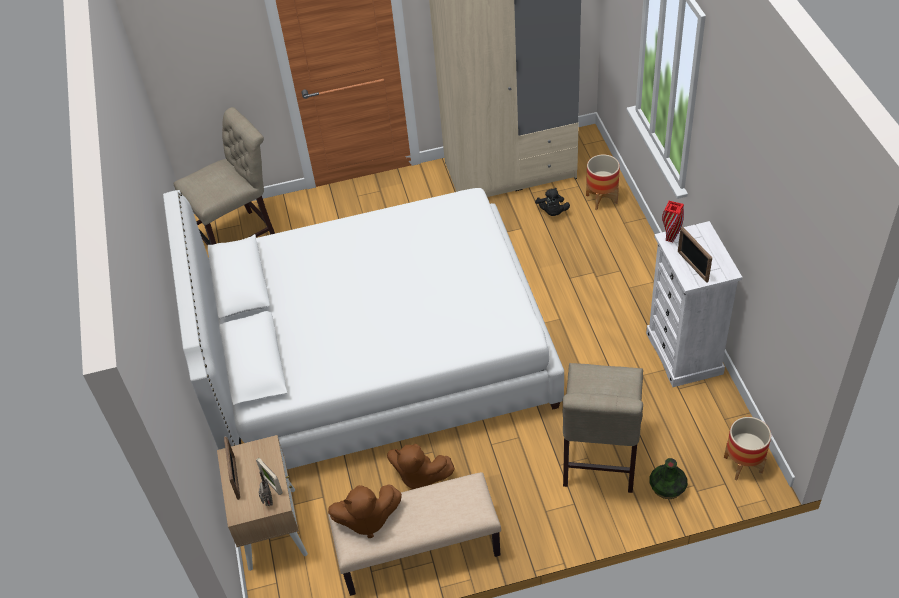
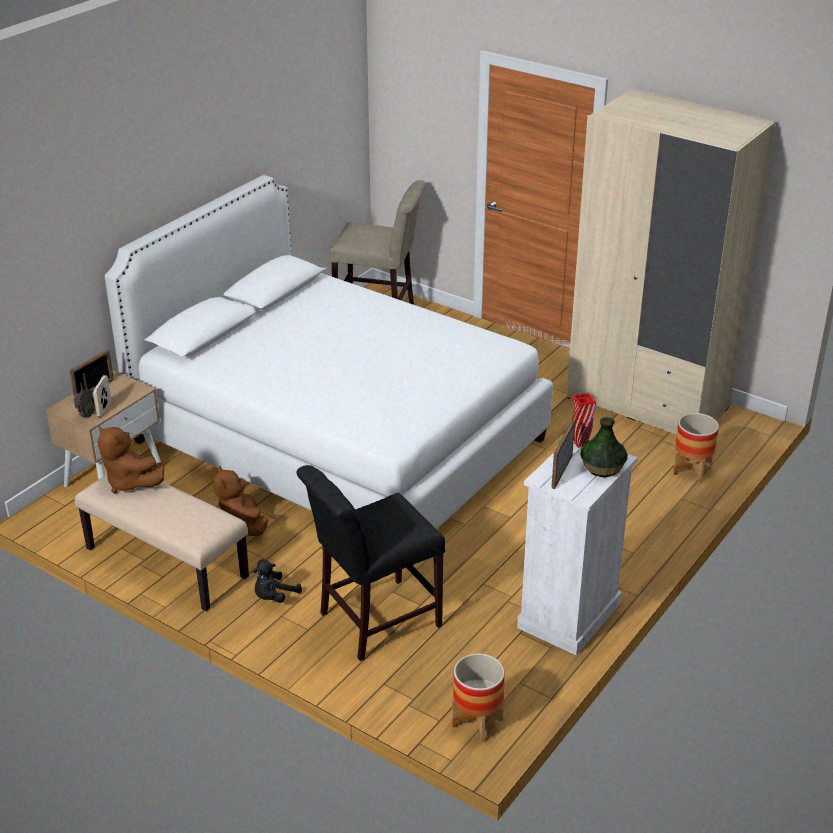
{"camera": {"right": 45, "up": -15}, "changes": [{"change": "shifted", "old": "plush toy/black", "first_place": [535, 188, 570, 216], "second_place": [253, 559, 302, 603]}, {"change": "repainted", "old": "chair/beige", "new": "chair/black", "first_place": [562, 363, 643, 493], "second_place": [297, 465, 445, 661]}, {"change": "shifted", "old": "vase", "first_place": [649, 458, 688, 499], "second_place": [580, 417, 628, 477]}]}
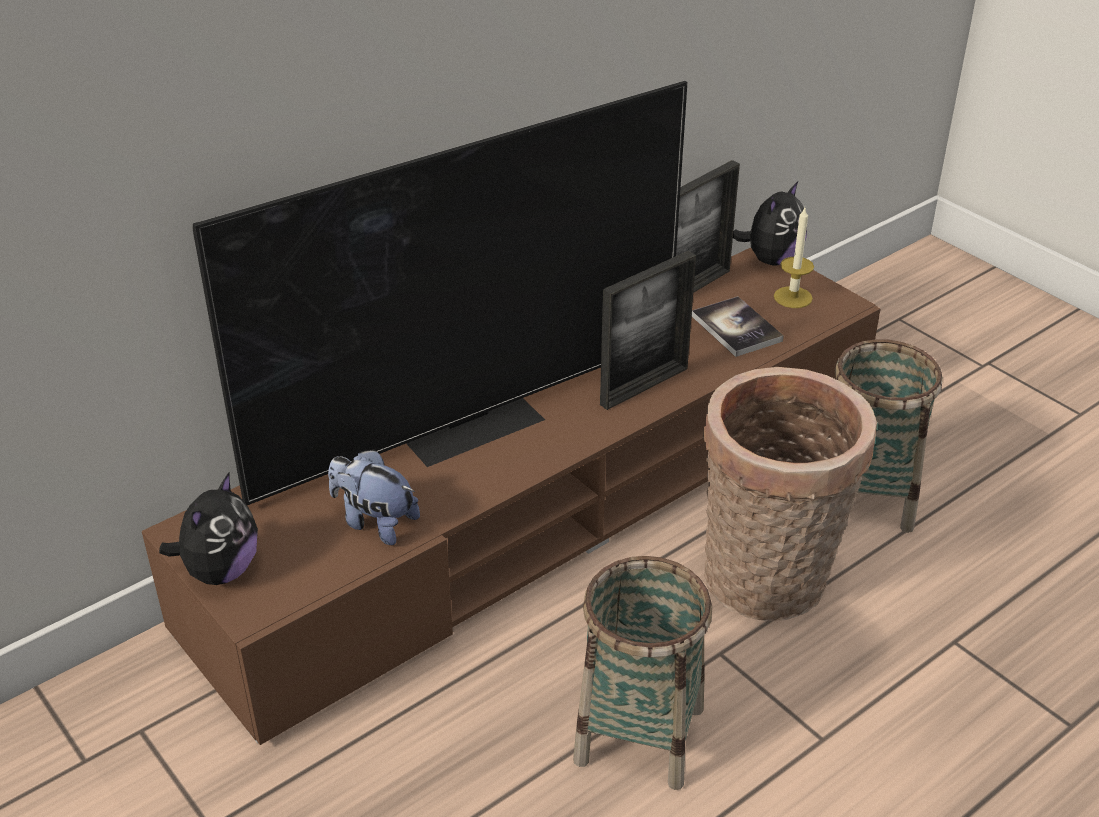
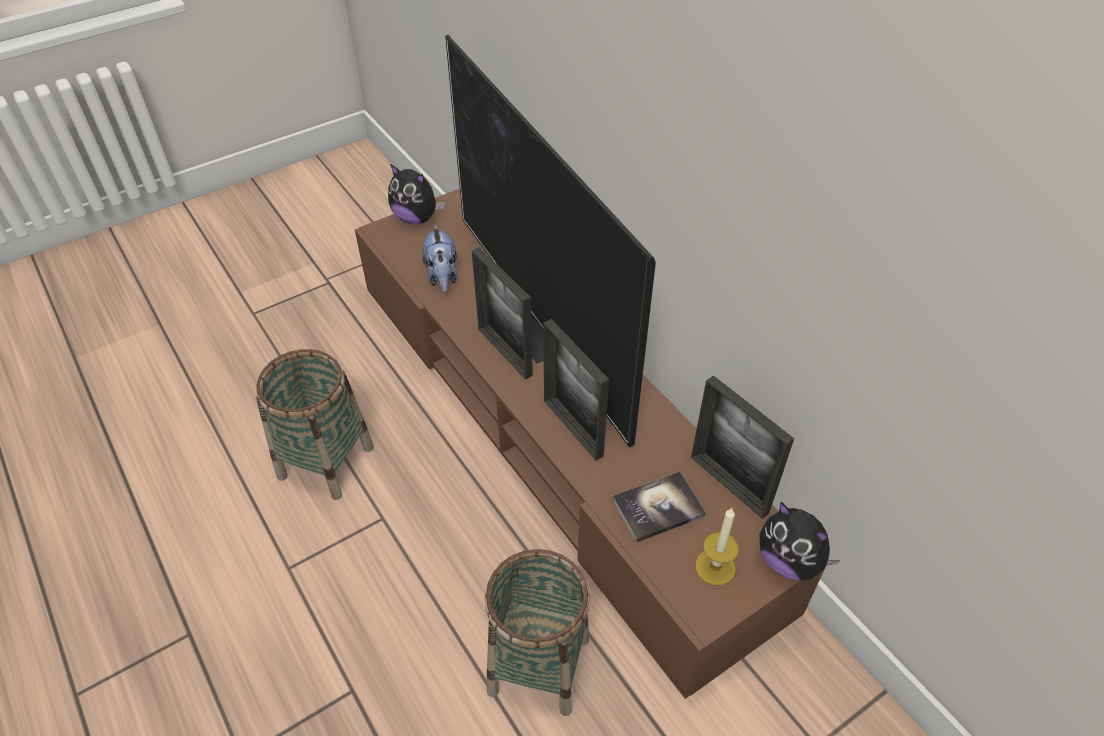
{"camera": {"right": 95, "up": 10}, "changes": [{"change": "rotated", "old": "plush toy", "first_place": [328, 449, 420, 545], "second_place": [422, 225, 457, 292], "degrees": 135}, {"change": "new", "new": "picture frame", "second_place": [472, 247, 533, 380]}, {"change": "gone", "old": "basket", "first_place": [703, 367, 877, 621]}]}
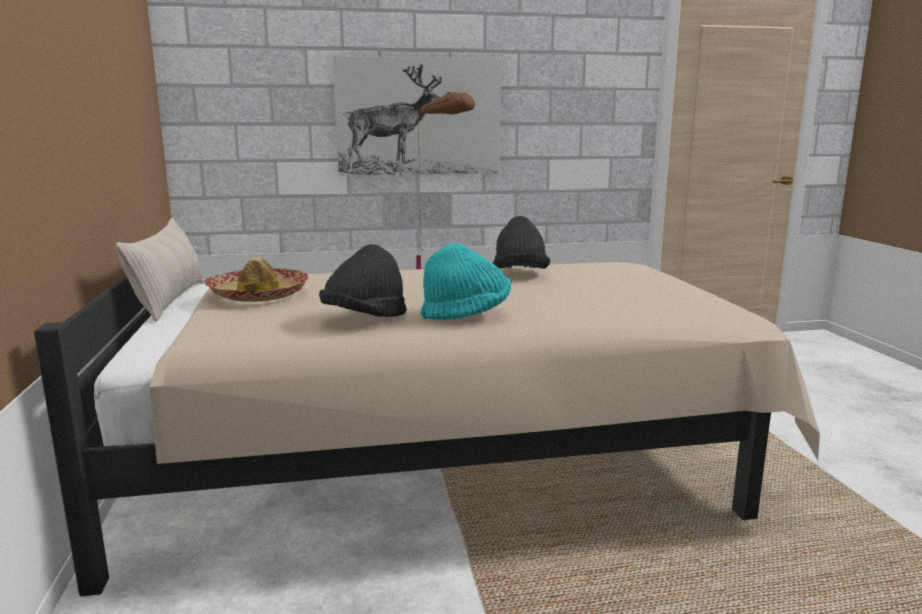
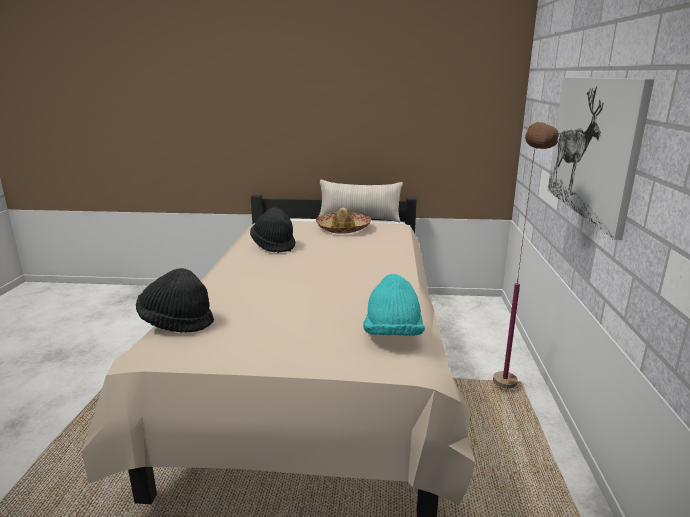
{"camera": {"right": 105, "up": 5}, "changes": [{"change": "shifted", "old": "hat/black", "first_place": [493, 216, 550, 269], "second_place": [136, 268, 214, 333]}, {"change": "shifted", "old": "hat/turquoise", "first_place": [420, 243, 511, 320], "second_place": [363, 274, 425, 336]}]}
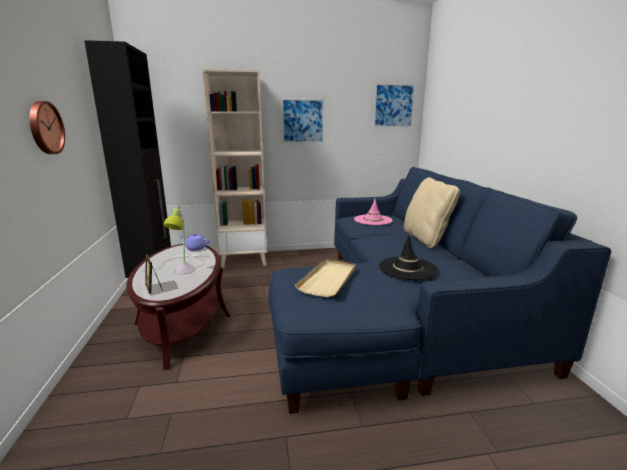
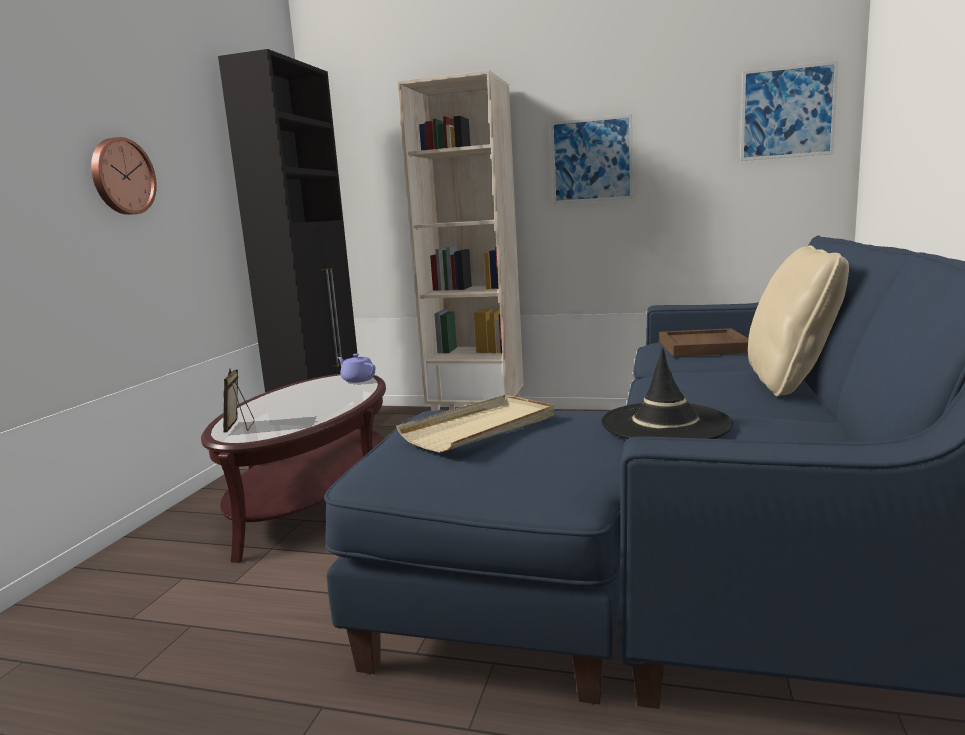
{"camera": {"right": 25, "up": -5}, "changes": [{"change": "swapped", "old": "hat/pink", "new": "tray/brown", "first_place": [354, 198, 393, 225], "second_place": [659, 328, 748, 357]}, {"change": "gone", "old": "table lamp", "first_place": [154, 205, 209, 274]}]}
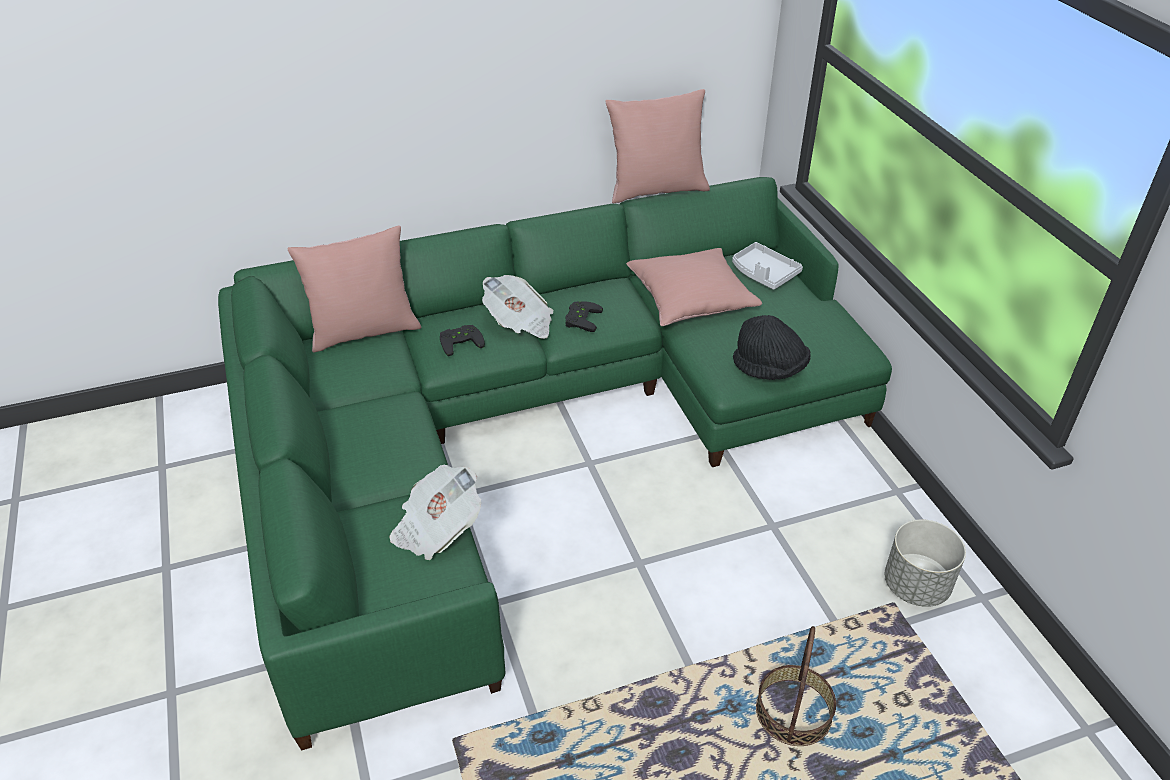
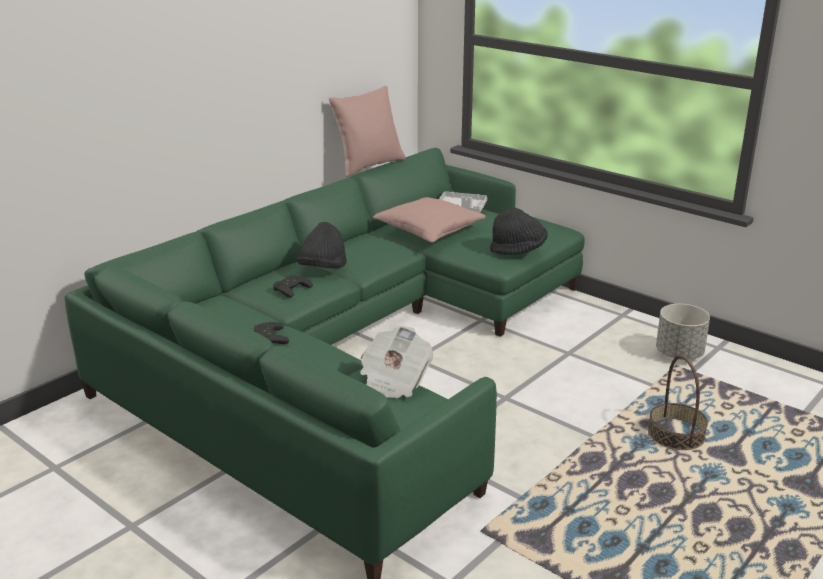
{"camera": {"right": -30, "up": -15}, "changes": [{"change": "shifted", "old": "game controller/black", "first_place": [565, 301, 603, 332], "second_place": [254, 322, 289, 344]}, {"change": "swapped", "old": "newspaper", "new": "hat/black", "first_place": [482, 275, 553, 339], "second_place": [297, 222, 347, 268]}, {"change": "gone", "old": "pillow/pink", "first_place": [287, 225, 421, 353]}]}
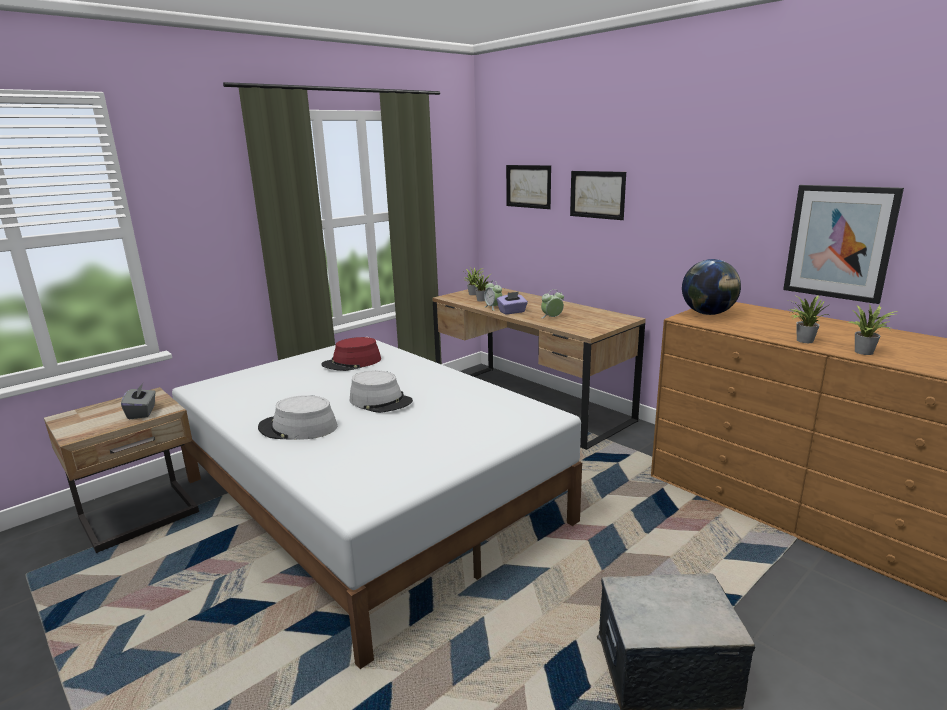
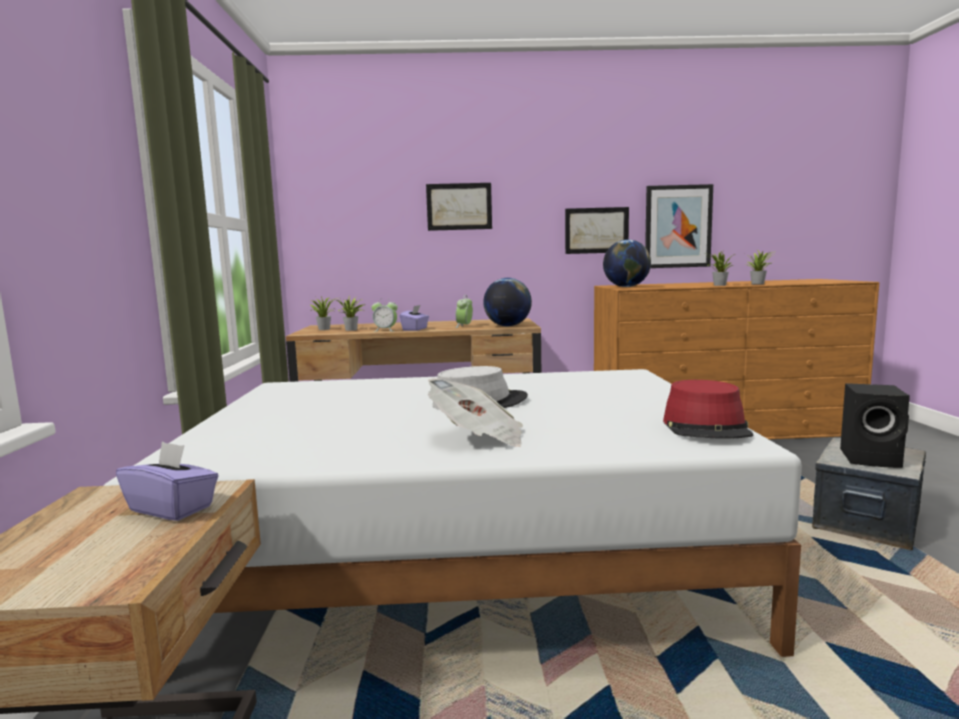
{"camera": {"right": -50, "up": -10}, "changes": [{"change": "repainted", "old": "tissue box/grey", "new": "tissue box/purple", "first_place": [121, 383, 156, 419], "second_place": [116, 441, 219, 521]}, {"change": "swapped", "old": "hat/grey", "new": "newspaper", "first_place": [258, 395, 337, 440], "second_place": [428, 378, 523, 447]}, {"change": "new", "new": "globe", "second_place": [483, 278, 532, 326]}, {"change": "shifted", "old": "picture", "first_place": [506, 165, 551, 209], "second_place": [565, 207, 629, 254]}, {"change": "shifted", "old": "hat/red", "first_place": [321, 337, 381, 371], "second_place": [663, 380, 753, 439]}, {"change": "new", "new": "speaker/black", "second_place": [840, 383, 910, 468]}]}
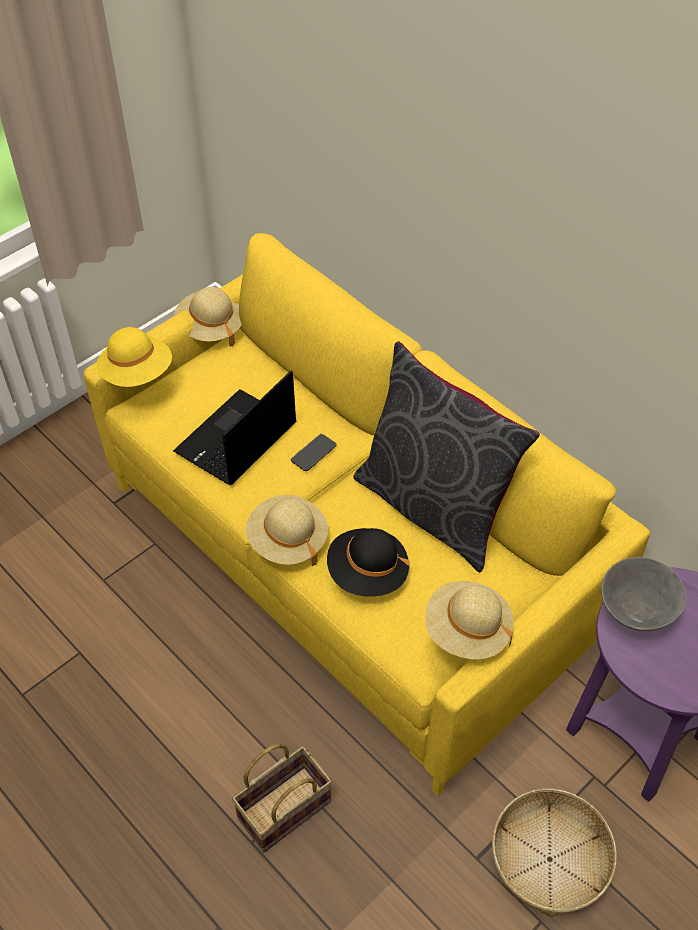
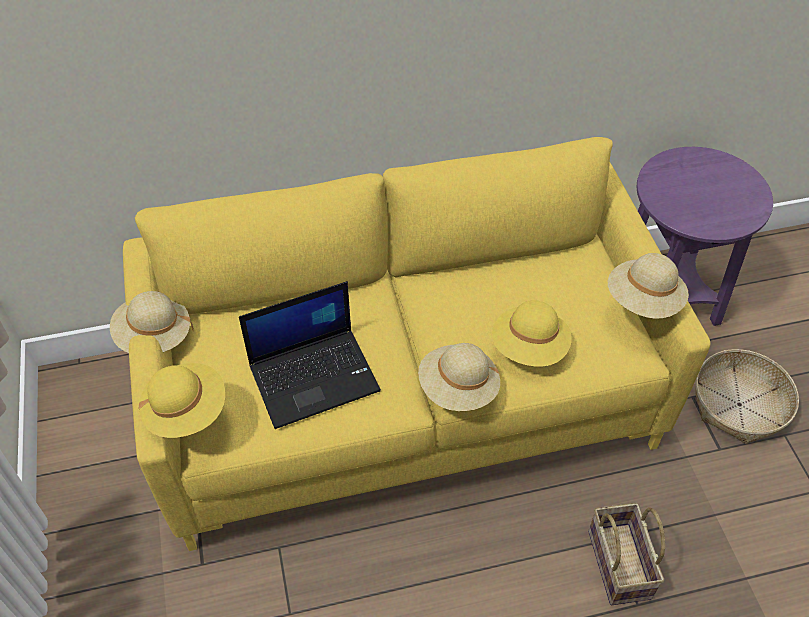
{"camera": {"right": -60, "up": 0}, "changes": [{"change": "rotated", "old": "laptop", "first_place": [173, 370, 296, 485], "second_place": [239, 281, 381, 429], "degrees": -90}, {"change": "repainted", "old": "hat/black", "new": "hat/yellow", "first_place": [327, 528, 409, 597], "second_place": [492, 300, 572, 367]}, {"change": "gone", "old": "phone", "first_place": [291, 434, 337, 471]}, {"change": "gone", "old": "pillow/grey", "first_place": [353, 341, 540, 572]}, {"change": "gone", "old": "bowl/grey", "first_place": [601, 557, 687, 631]}]}
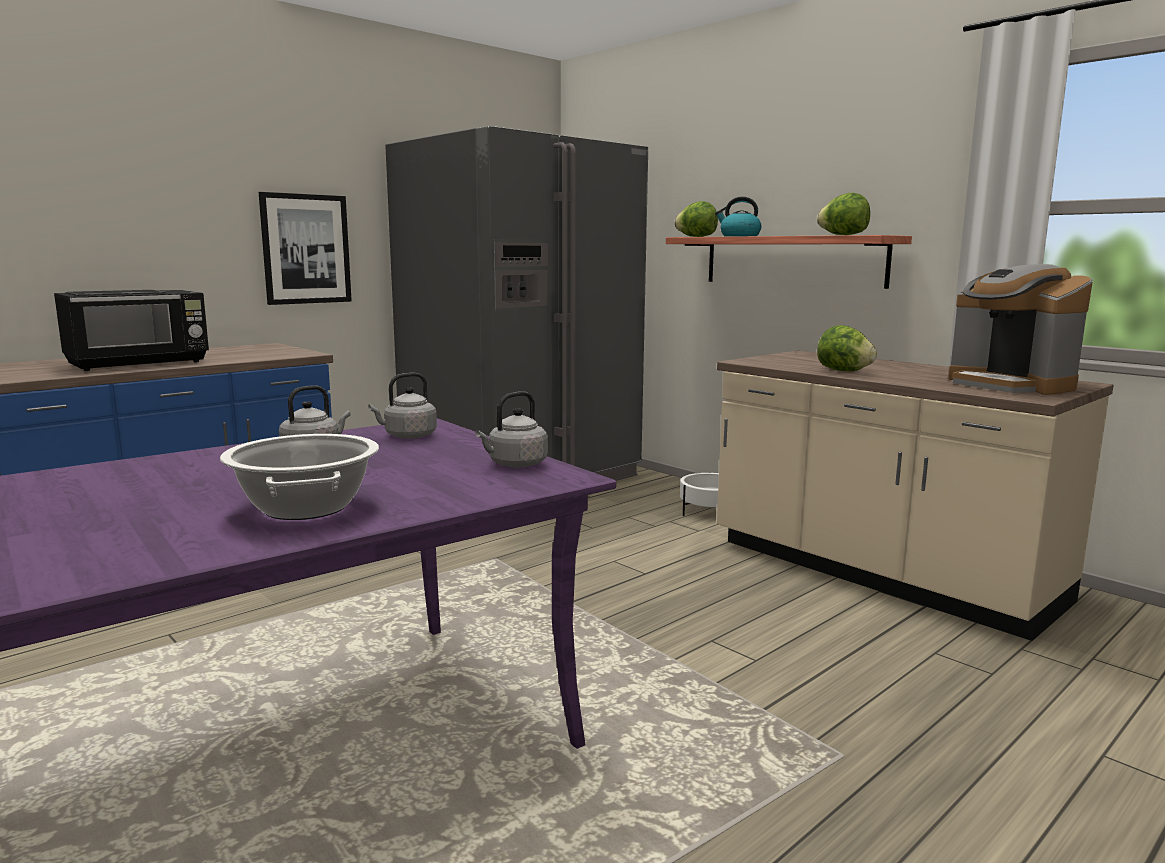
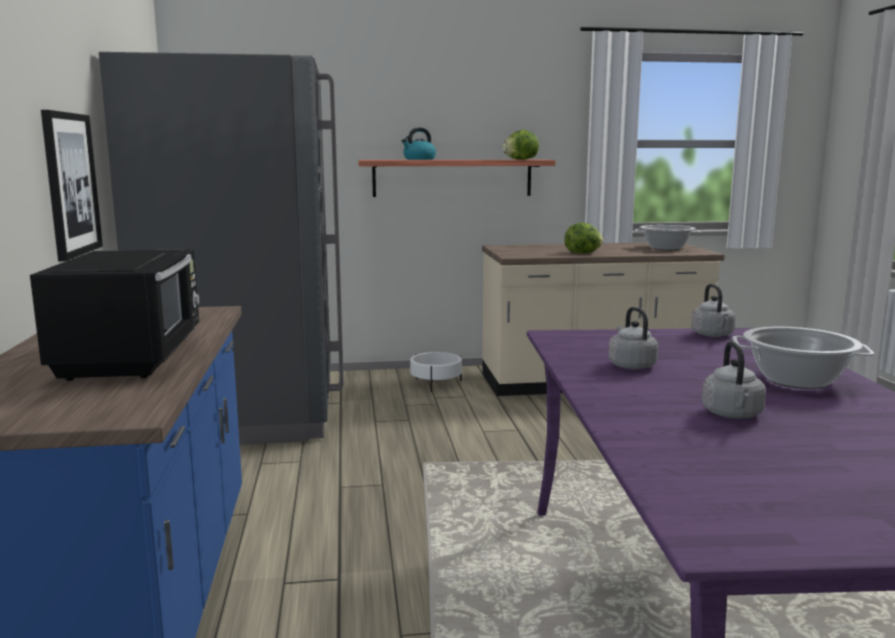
{"camera": {"right": -55, "up": 0}, "changes": [{"change": "swapped", "old": "coffee machine", "new": "cooking pot", "first_place": [948, 264, 1093, 395], "second_place": [635, 225, 701, 250]}, {"change": "shifted", "old": "kettle/grey", "first_place": [368, 373, 437, 439], "second_place": [702, 341, 766, 419]}, {"change": "gone", "old": "lettuce", "first_place": [674, 201, 718, 237]}]}
